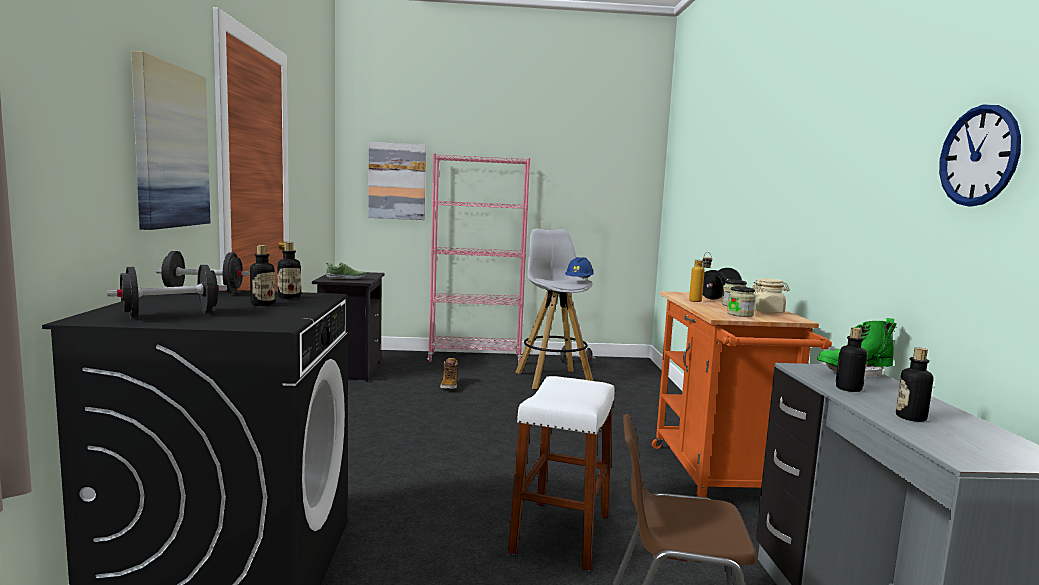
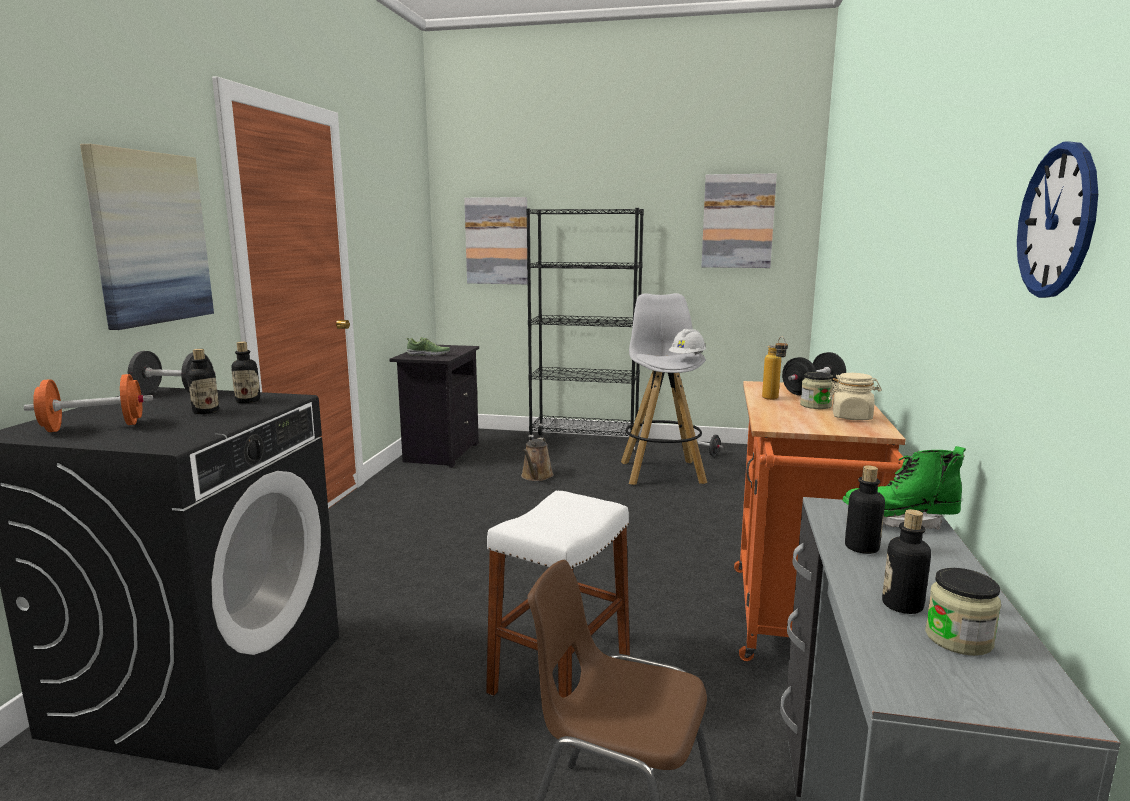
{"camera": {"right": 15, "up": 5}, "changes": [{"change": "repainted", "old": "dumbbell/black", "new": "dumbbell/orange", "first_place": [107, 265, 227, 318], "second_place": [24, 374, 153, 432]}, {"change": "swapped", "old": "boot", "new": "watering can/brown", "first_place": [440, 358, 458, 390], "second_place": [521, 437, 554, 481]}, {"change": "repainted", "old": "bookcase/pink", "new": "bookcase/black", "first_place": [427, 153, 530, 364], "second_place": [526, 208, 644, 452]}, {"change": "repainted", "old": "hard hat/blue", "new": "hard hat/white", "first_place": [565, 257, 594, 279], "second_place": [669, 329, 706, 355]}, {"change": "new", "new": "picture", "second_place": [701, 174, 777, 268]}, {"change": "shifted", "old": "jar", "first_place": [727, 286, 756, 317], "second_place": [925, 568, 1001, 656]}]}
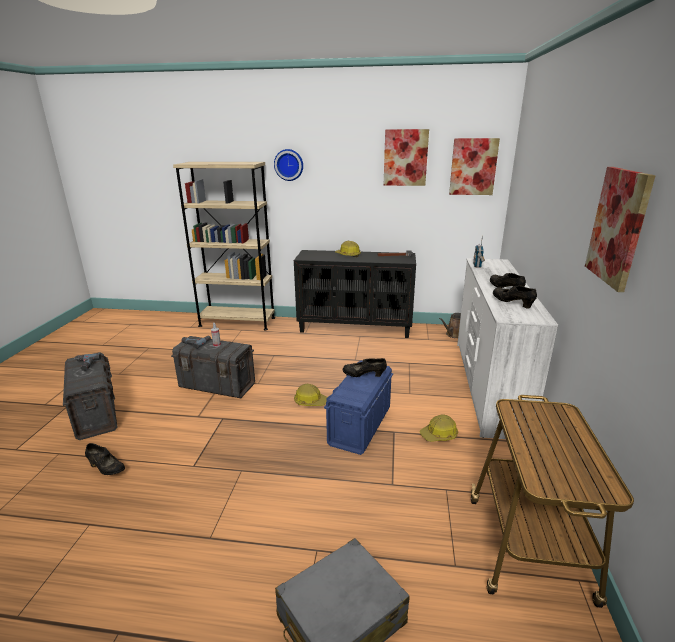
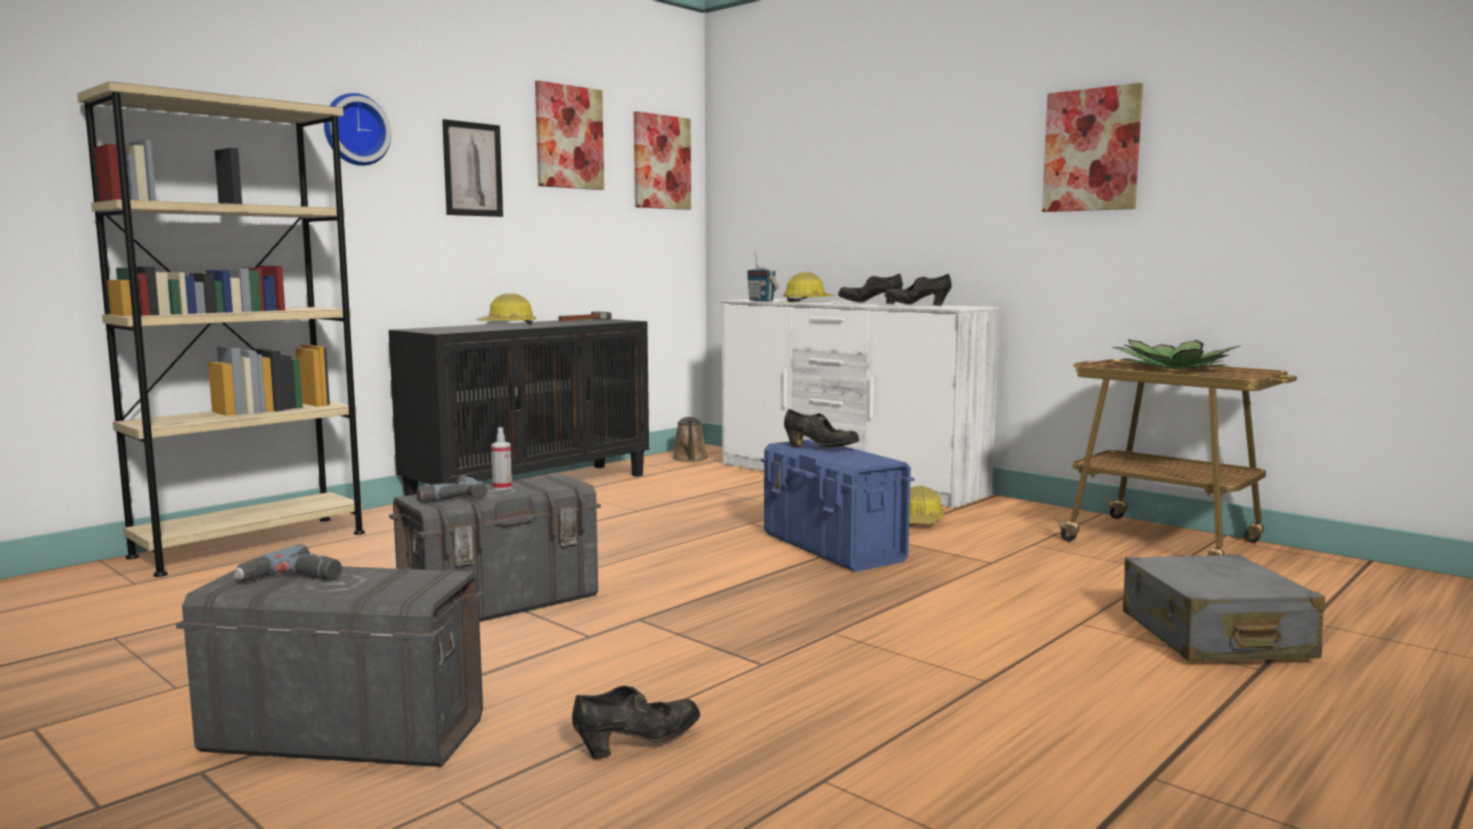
{"camera": {"right": -55, "up": -15}, "changes": [{"change": "new", "new": "picture", "second_place": [442, 119, 503, 217]}, {"change": "shifted", "old": "hard hat", "first_place": [294, 384, 327, 406], "second_place": [783, 272, 834, 302]}, {"change": "rotated", "old": "shoe/black", "first_place": [343, 358, 387, 377], "second_place": [784, 409, 859, 447], "degrees": -105}, {"change": "new", "new": "potted plant", "second_place": [1113, 339, 1240, 369]}]}
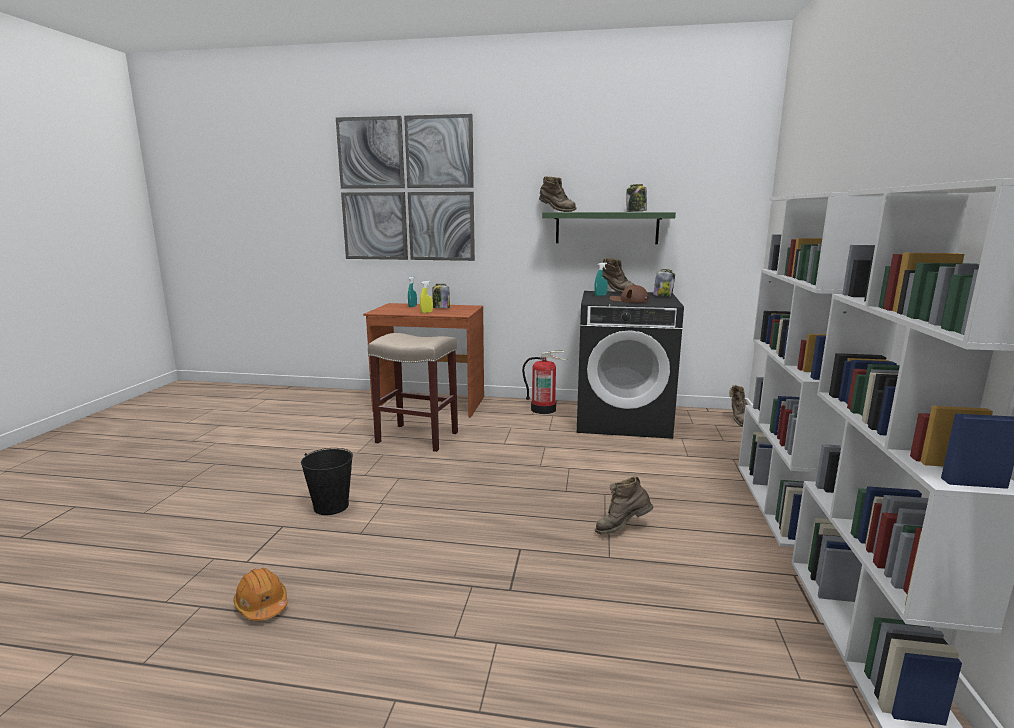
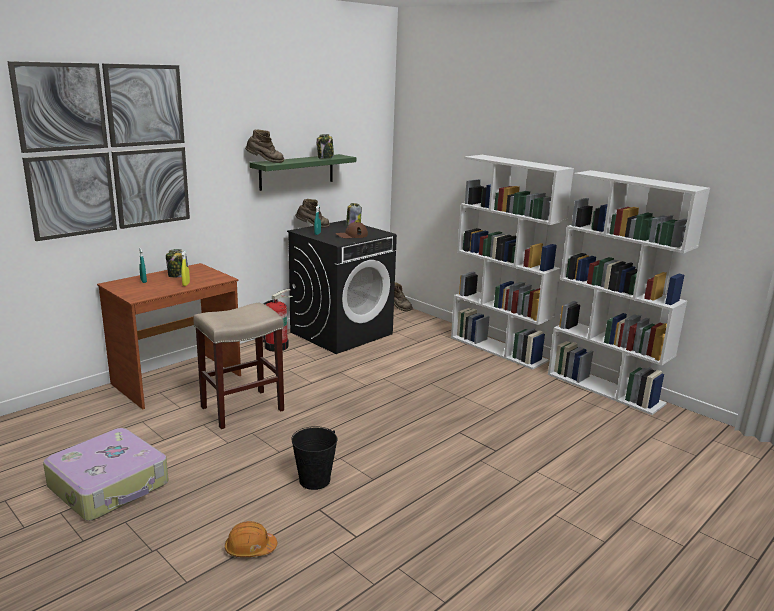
{"camera": {"right": -55, "up": 5}, "changes": [{"change": "new", "new": "suitcase", "second_place": [43, 428, 168, 521]}, {"change": "shifted", "old": "hard hat/orange", "first_place": [233, 568, 288, 621], "second_place": [225, 521, 277, 557]}, {"change": "gone", "old": "boot/brown", "first_place": [595, 476, 653, 535]}]}
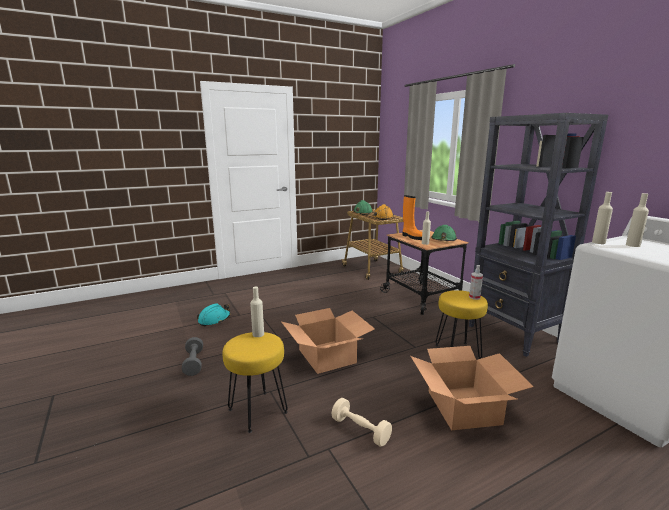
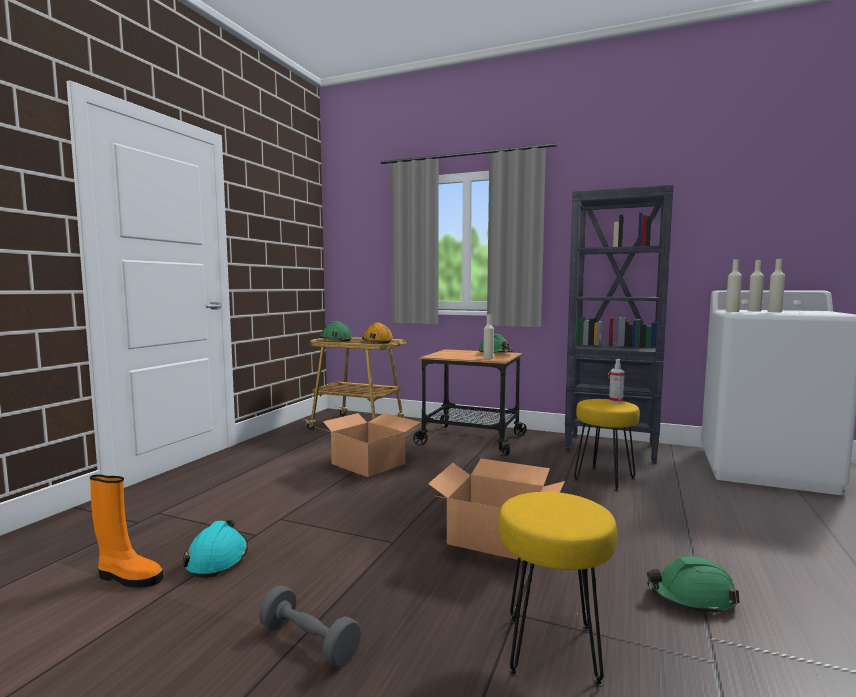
{"camera": {"right": -40, "up": -10}, "changes": [{"change": "shifted", "old": "boot/orange", "first_place": [403, 195, 422, 240], "second_place": [90, 475, 163, 588]}, {"change": "shifted", "old": "cardboard box", "first_place": [411, 346, 534, 430], "second_place": [313, 413, 421, 477]}, {"change": "swapped", "old": "dumbbell/beige", "new": "hard hat/green", "first_place": [331, 398, 392, 447], "second_place": [647, 556, 740, 615]}, {"change": "shifted", "old": "bottle/beige", "first_place": [250, 287, 264, 337], "second_place": [768, 259, 785, 312]}]}
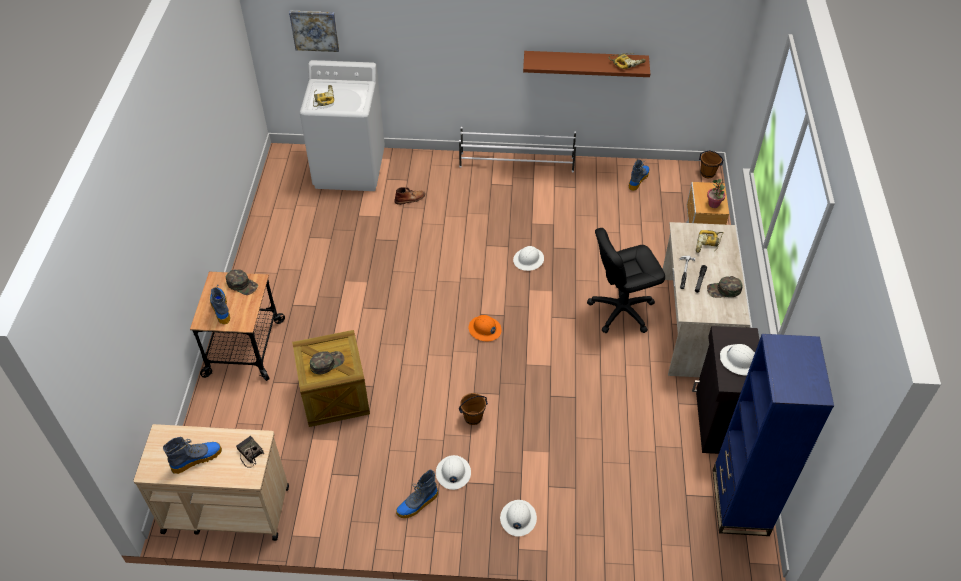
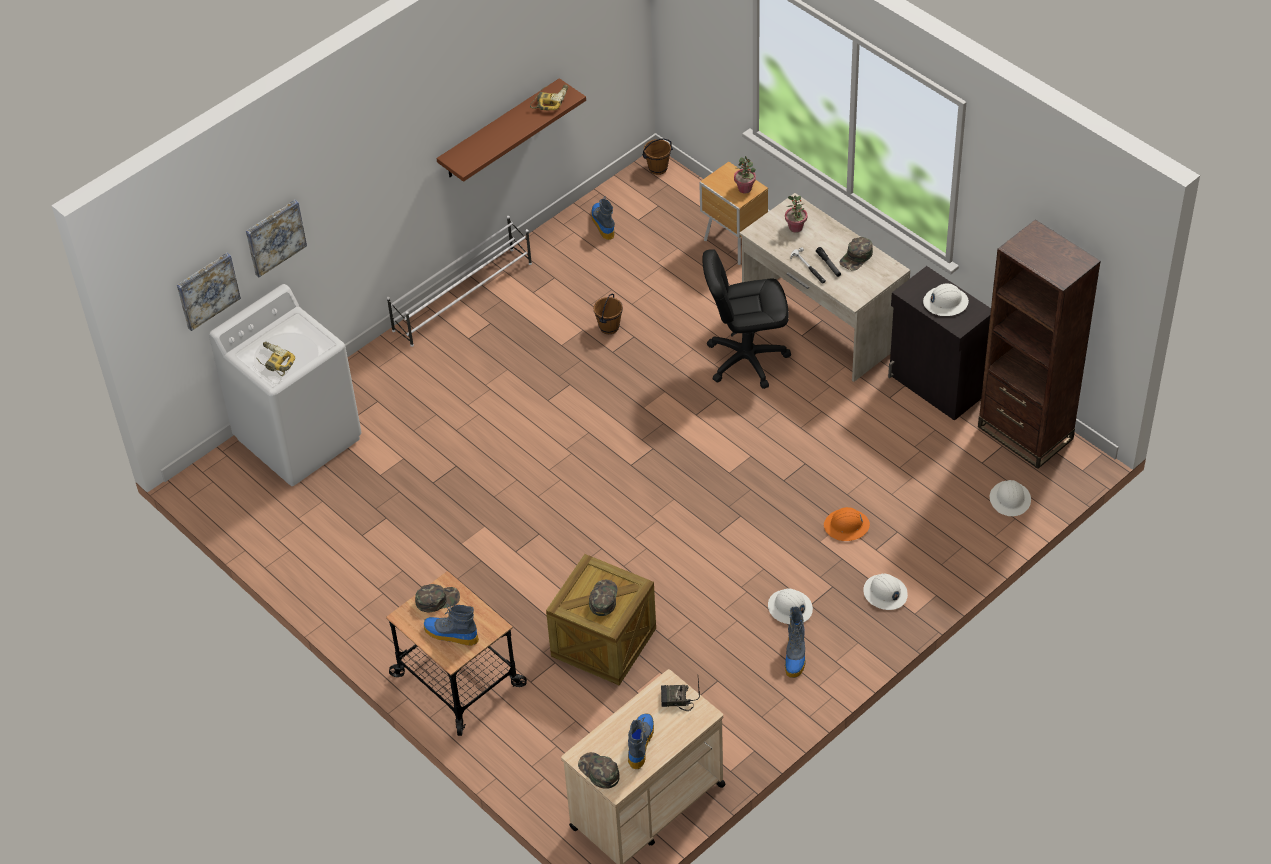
{"camera": {"right": -45, "up": 0}, "changes": [{"change": "new", "new": "picture", "second_place": [246, 200, 307, 277]}, {"change": "new", "new": "cap/green", "second_place": [578, 752, 620, 789]}, {"change": "shifted", "old": "bucket/brown", "first_place": [459, 393, 488, 425], "second_place": [594, 293, 623, 334]}, {"change": "rotated", "old": "office chair/black", "first_place": [587, 228, 665, 333], "second_place": [703, 249, 791, 389], "degrees": 60}, {"change": "swapped", "old": "power drill", "new": "potted plant", "first_place": [696, 230, 724, 253], "second_place": [785, 196, 807, 233]}, {"change": "shifted", "old": "hard hat/orange", "first_place": [469, 315, 502, 341], "second_place": [824, 507, 870, 541]}, {"change": "repainted", "old": "bookcase/blue", "new": "bookcase/brown", "first_place": [713, 334, 834, 536], "second_place": [978, 219, 1101, 469]}, {"change": "shifted", "old": "hard hat/white", "first_place": [513, 246, 544, 271], "second_place": [990, 480, 1031, 516]}, {"change": "gone", "old": "boot/brown", "first_place": [395, 187, 425, 205]}]}
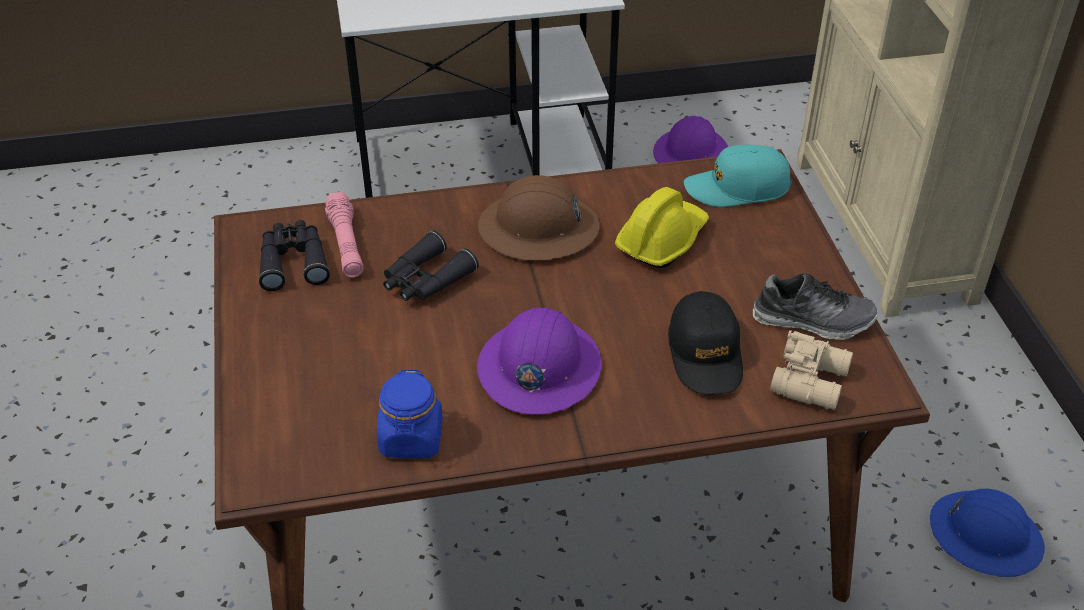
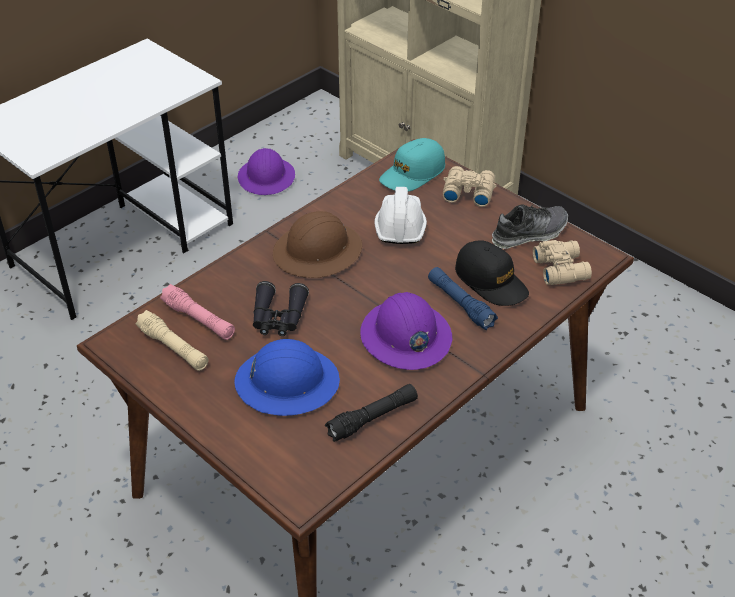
{"camera": {"right": -35, "up": 0}, "changes": [{"change": "swapped", "old": "binoculars/black", "new": "flashlight/beige", "first_place": [259, 220, 330, 291], "second_place": [135, 310, 209, 371]}, {"change": "shifted", "old": "hard hat/blue", "first_place": [930, 489, 1045, 577], "second_place": [234, 339, 340, 416]}, {"change": "swapped", "old": "jar/blue", "new": "flashlight/black", "first_place": [377, 369, 443, 459], "second_place": [325, 384, 418, 442]}, {"change": "repainted", "old": "hard hat/yellow", "new": "hard hat/white", "first_place": [615, 187, 709, 268], "second_place": [374, 187, 427, 244]}, {"change": "new", "new": "flashlight/blue", "second_place": [428, 267, 498, 330]}, {"change": "new", "new": "binoculars/beige", "second_place": [443, 166, 497, 207]}]}
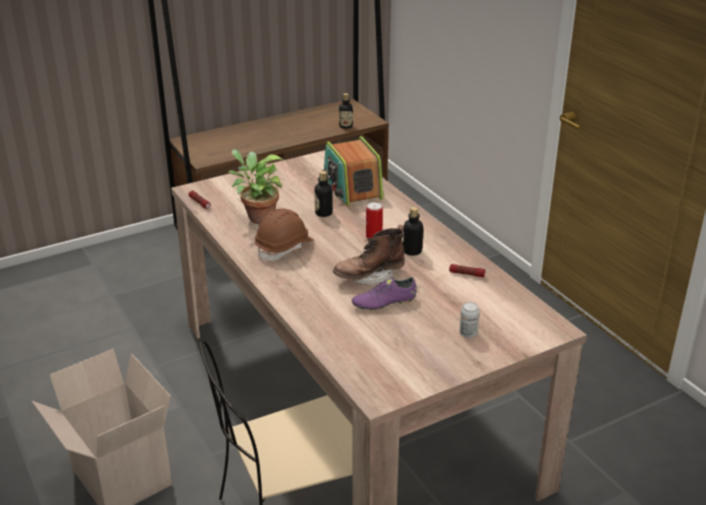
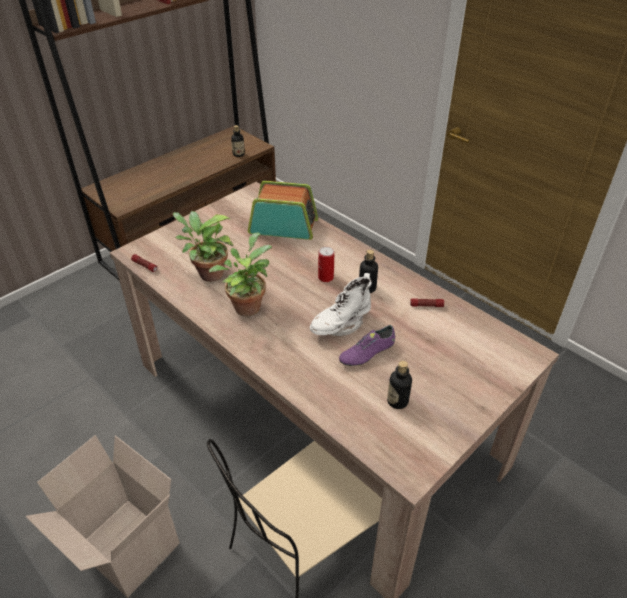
{"camera": {"right": -15, "up": 10}, "changes": [{"change": "swapped", "old": "hard hat/brown", "new": "potted plant", "first_place": [255, 209, 313, 262], "second_place": [209, 233, 272, 316]}, {"change": "rotated", "old": "radio", "first_place": [322, 136, 383, 206], "second_place": [248, 181, 318, 240], "degrees": 135}, {"change": "repainted", "old": "boot/brown", "new": "boot/white", "first_place": [333, 225, 405, 285], "second_place": [310, 273, 372, 336]}, {"change": "shifted", "old": "bottle", "first_place": [314, 171, 333, 217], "second_place": [387, 361, 412, 409]}, {"change": "gone", "old": "can", "first_place": [459, 302, 480, 338]}]}
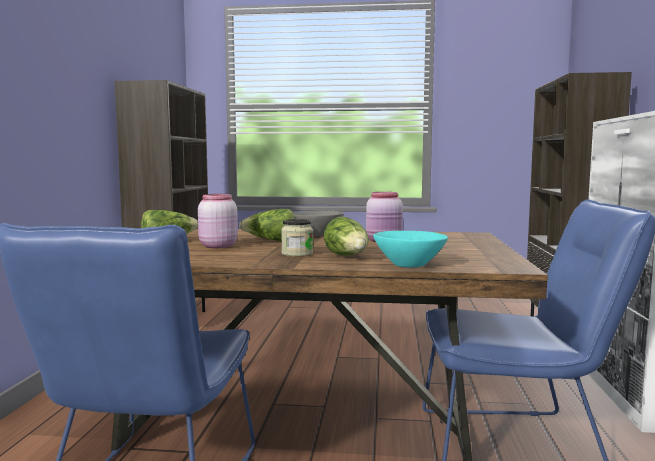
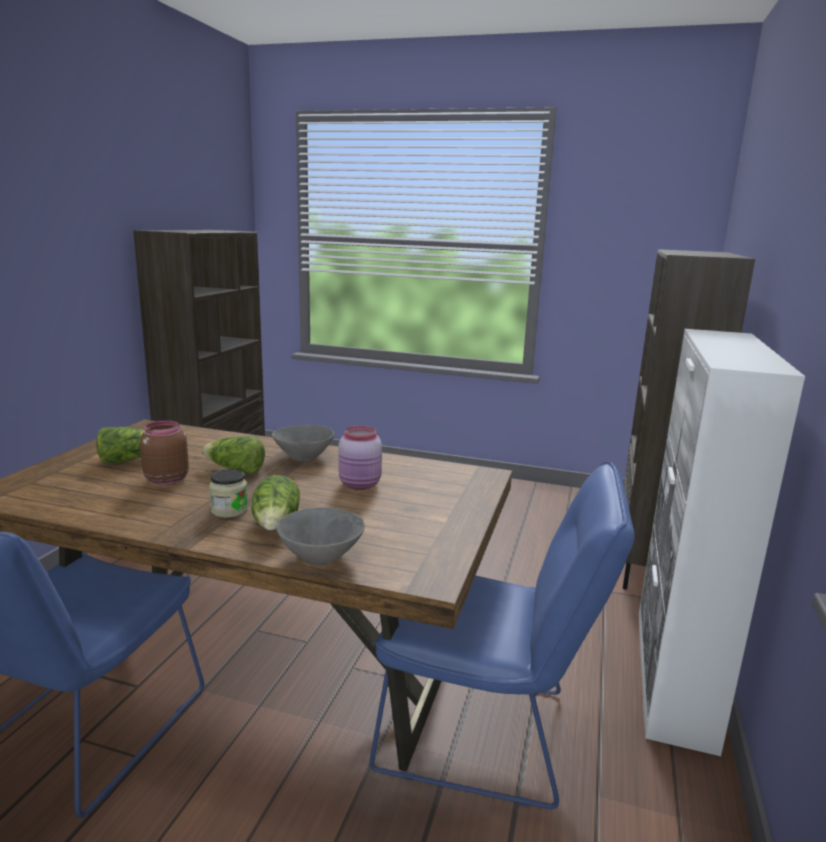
{"camera": {"right": 10, "up": 10}, "changes": [{"change": "repainted", "old": "jar/pink", "new": "jar/brown", "first_place": [198, 194, 238, 248], "second_place": [140, 421, 189, 485]}, {"change": "repainted", "old": "bowl/turquoise", "new": "bowl/grey", "first_place": [373, 231, 448, 268], "second_place": [276, 508, 365, 565]}]}
